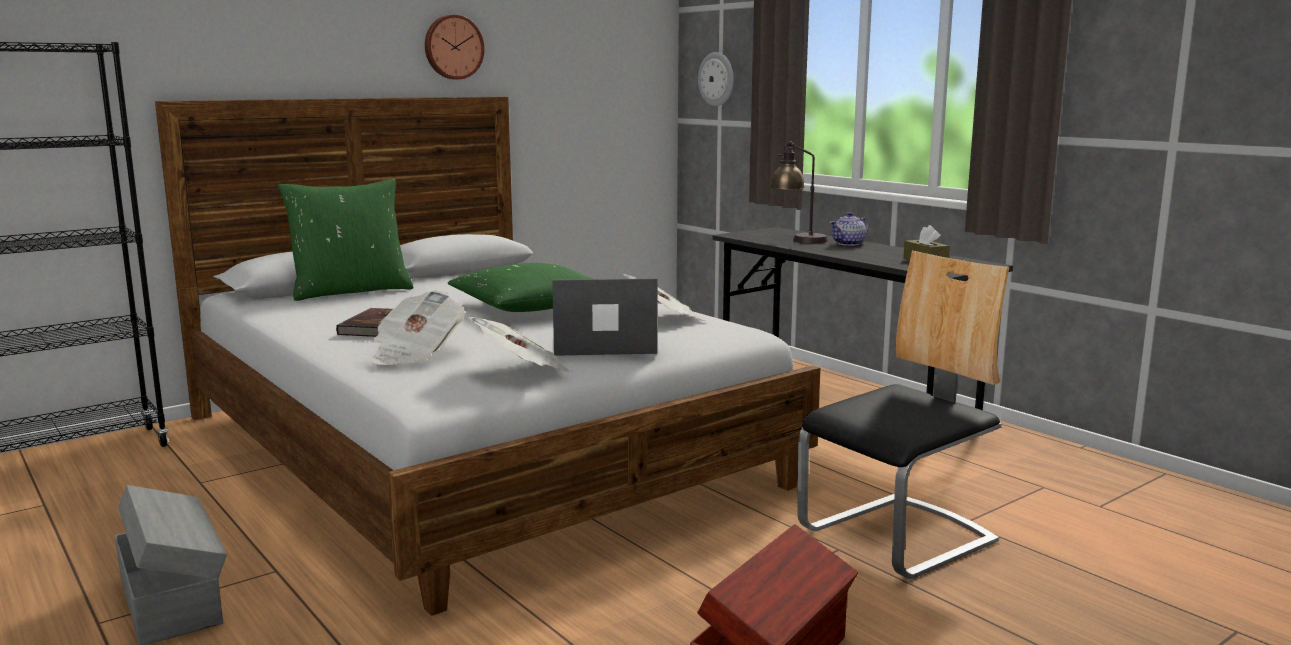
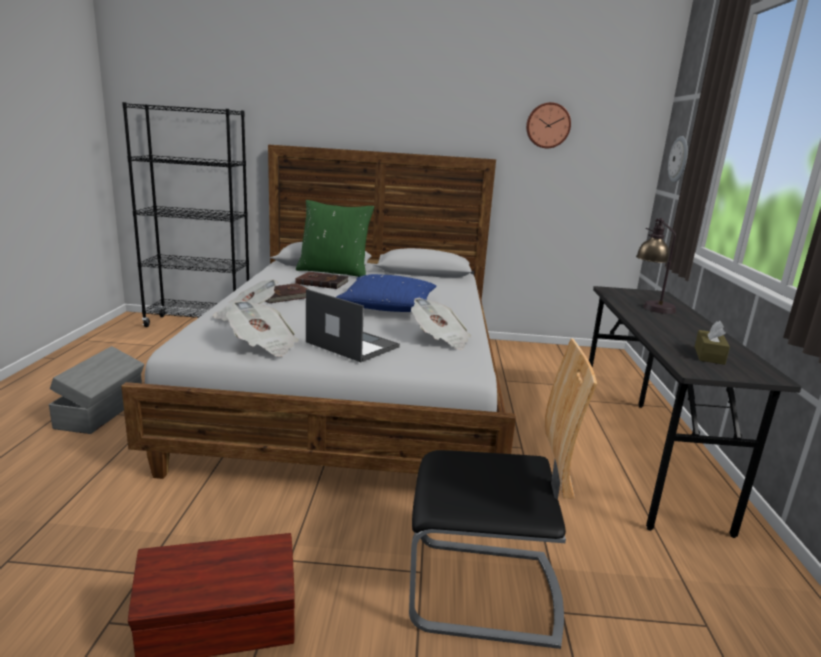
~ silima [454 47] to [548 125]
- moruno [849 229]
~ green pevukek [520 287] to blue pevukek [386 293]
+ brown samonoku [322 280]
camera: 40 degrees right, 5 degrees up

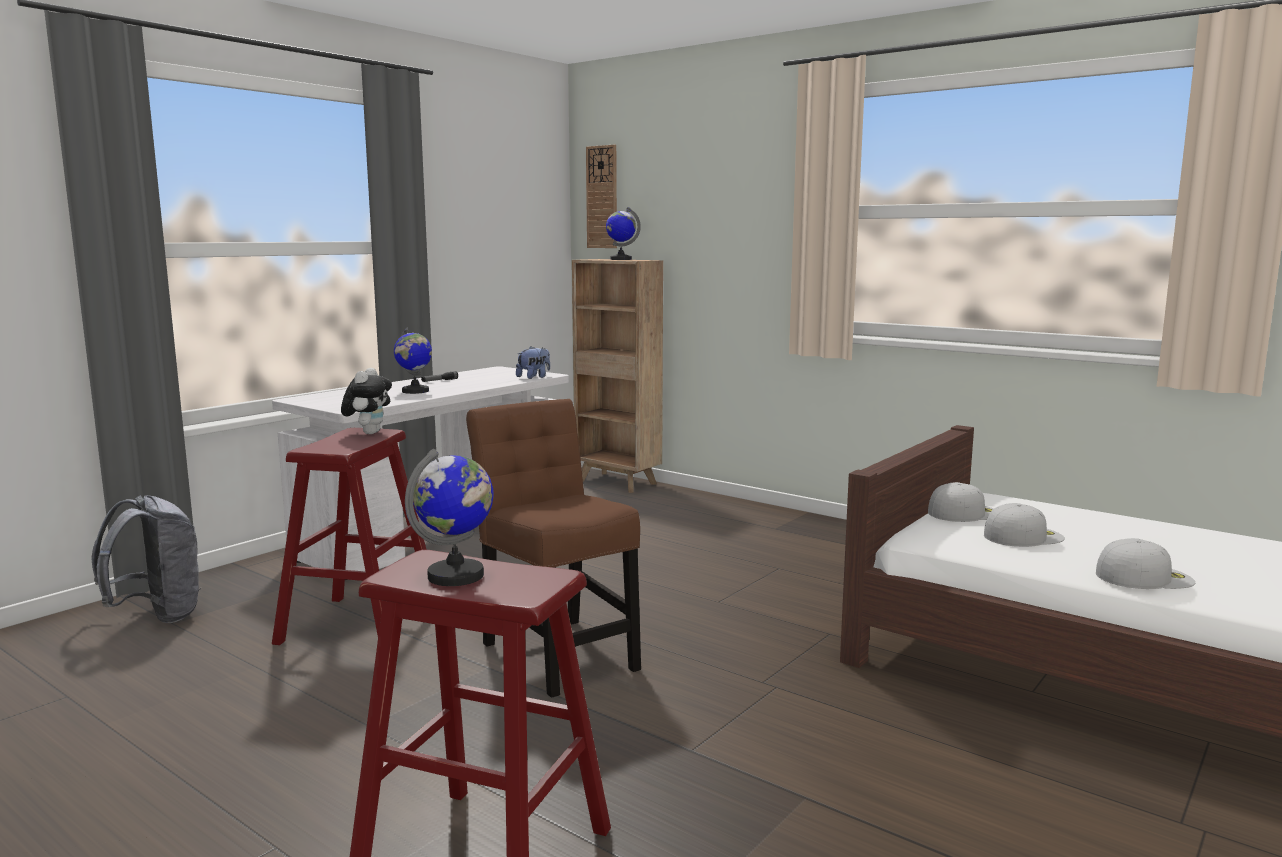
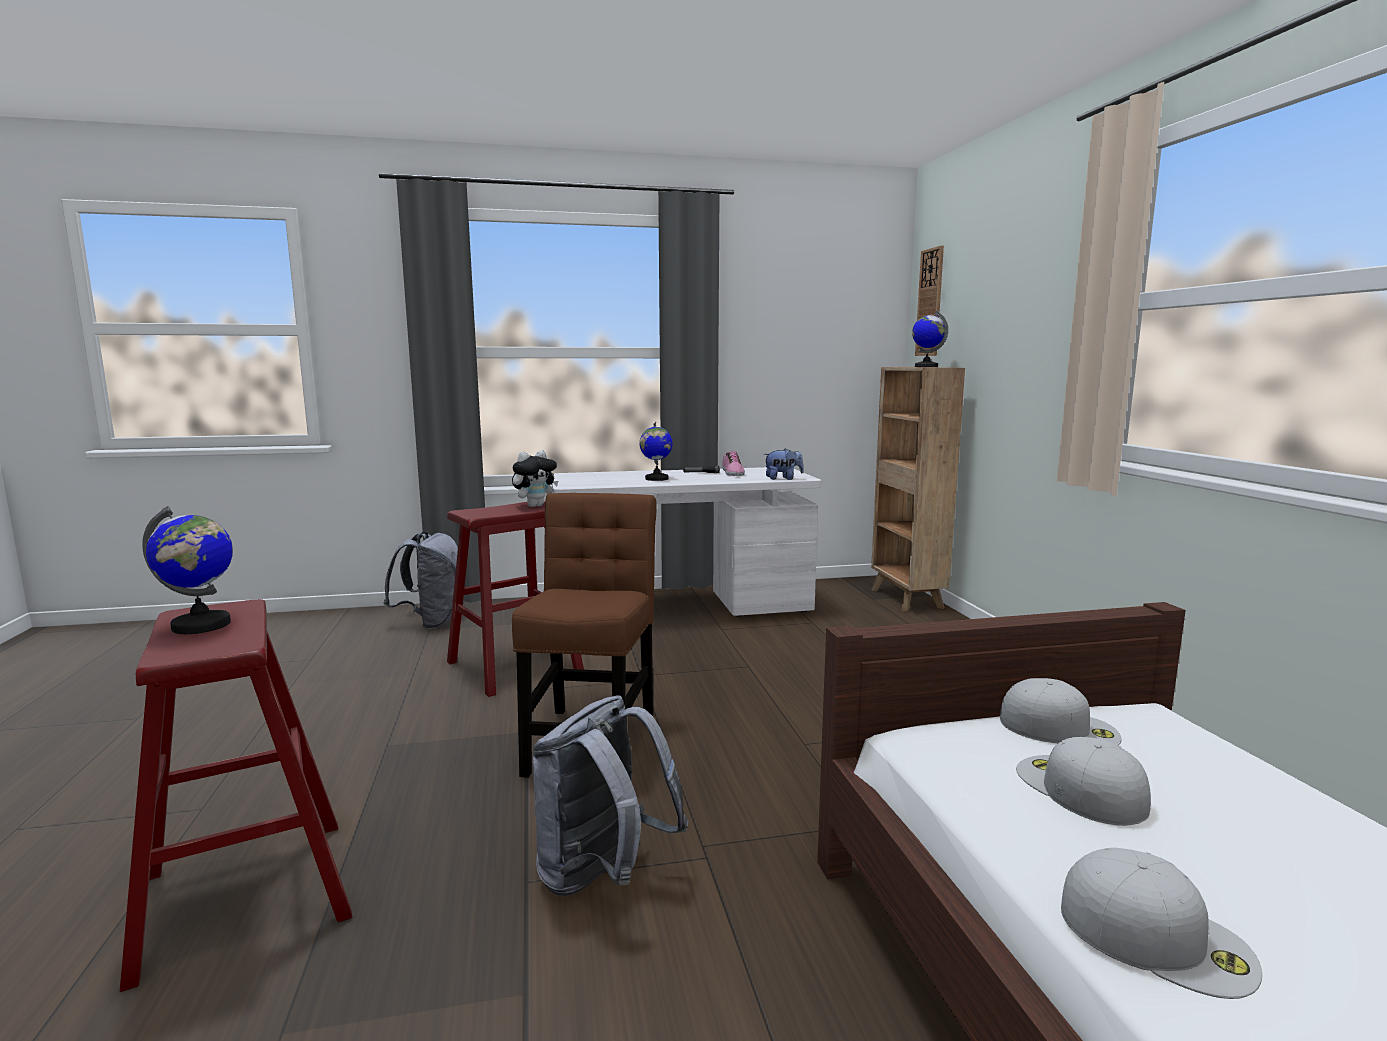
~ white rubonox [1024 525] = [1083 781] 135 degrees counterclockwise
+ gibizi [733 463]
+ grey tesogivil [610 795]
camera: 40 degrees right, 0 degrees up

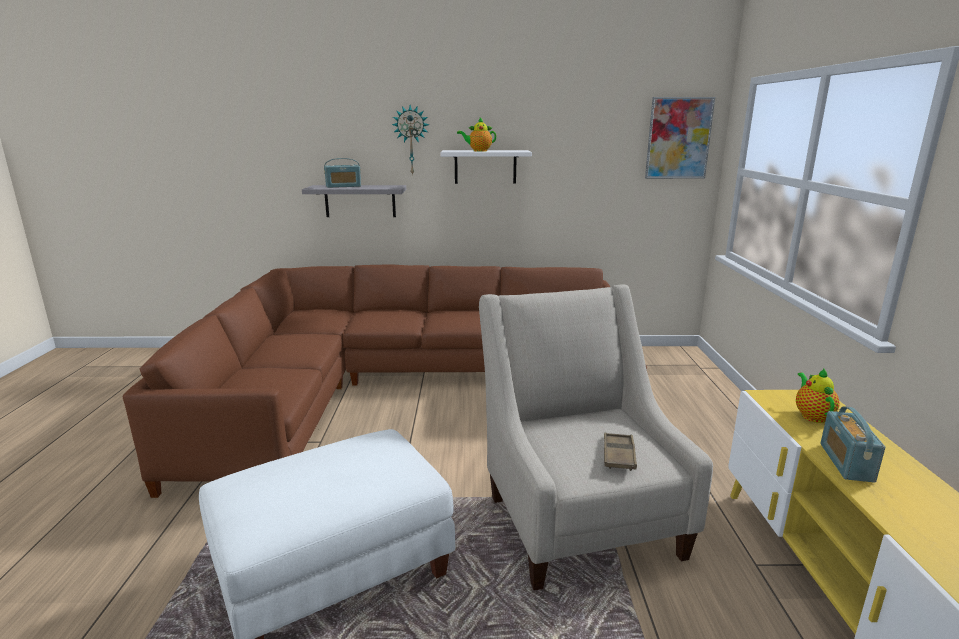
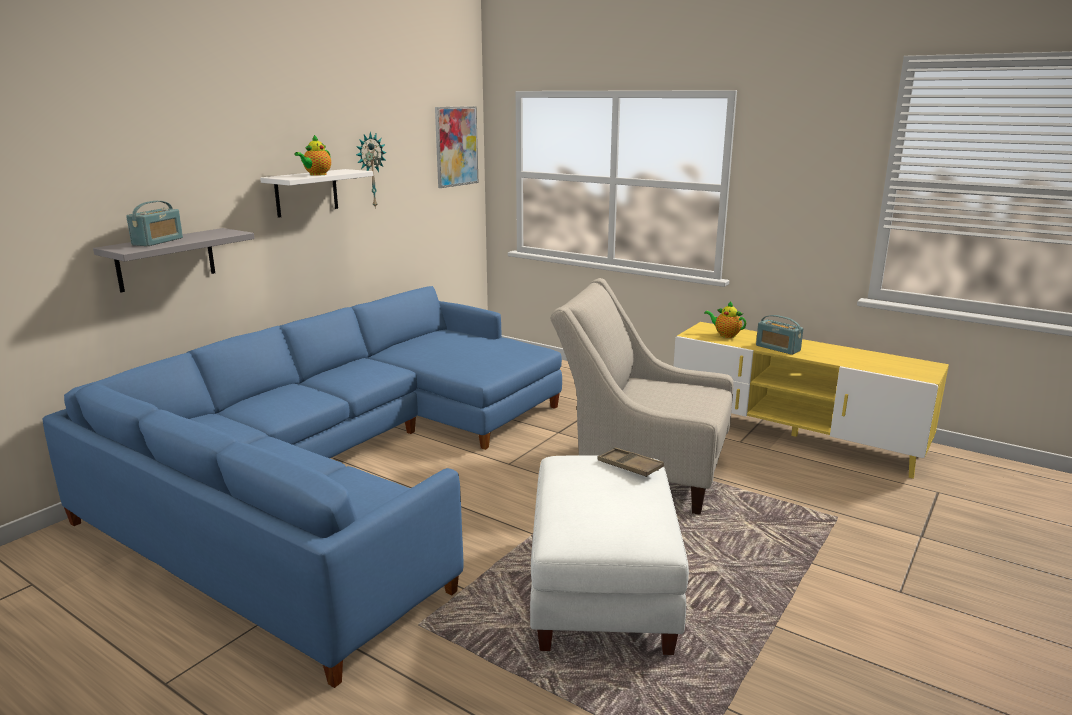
~ silima [410 140] to [371 170]
~ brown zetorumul [385 381] to blue zetorumul [302 487]
~ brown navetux [620 451] to [631 462]
camera: 55 degrees left, 0 degrees up

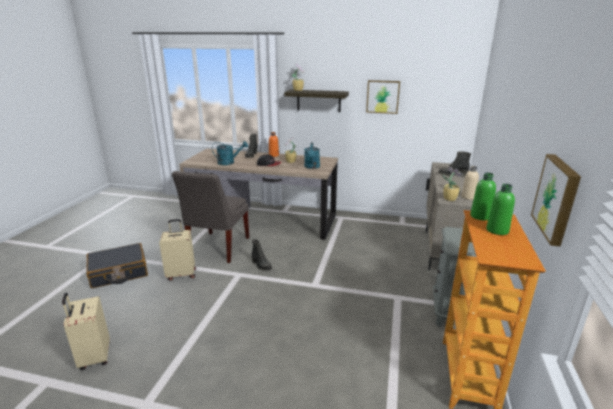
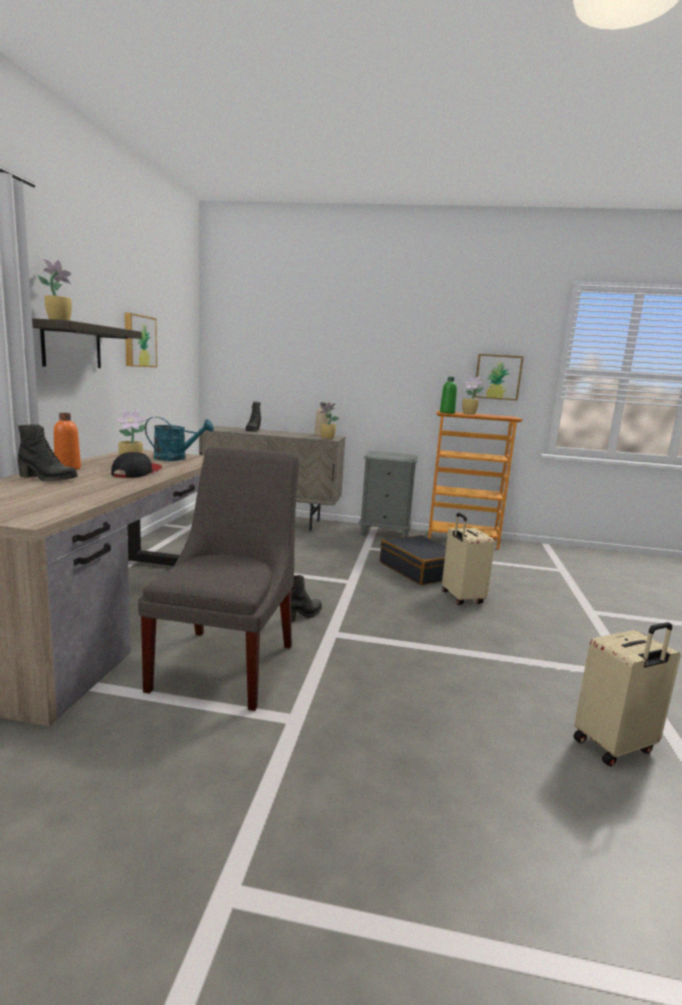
- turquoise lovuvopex [230 153]
~ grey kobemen [210 217] = [218 578] 90 degrees counterclockwise
~ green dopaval [500 209] to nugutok [472 395]
~ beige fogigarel [177 250] to [468 559]
~ black fogigarel [117 265] to [413 560]
camera: 95 degrees left, 10 degrees down

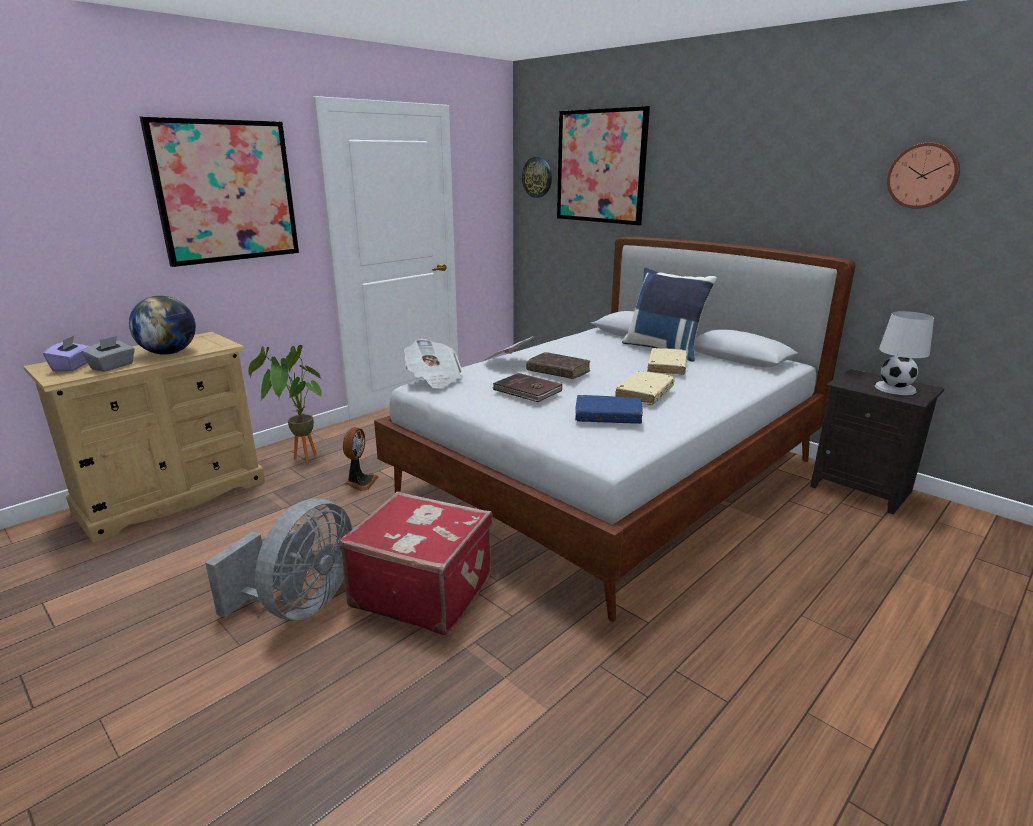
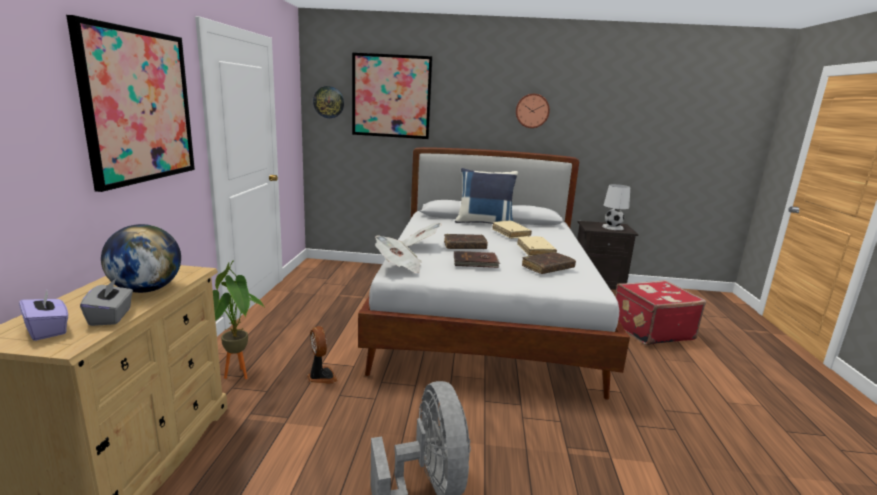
~ silima [923 176] to [533 111]
~ blue samonoku [609 409] to brown samonoku [549 263]
~ red fogigarel [416 563] to [660 312]
camera: 40 degrees left, 5 degrees down

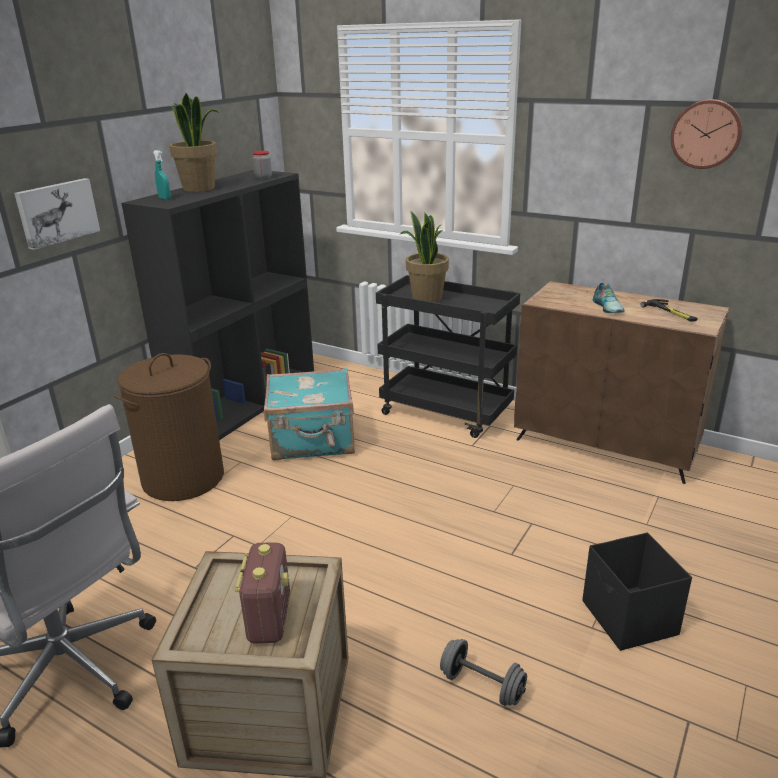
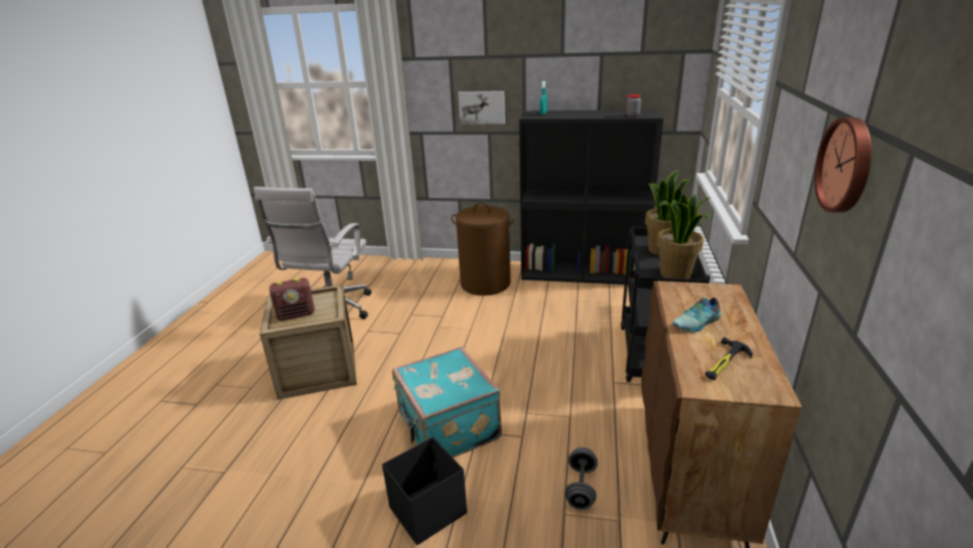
~ nugutok [194 142] to [683 236]
~ turquoise fogigarel [309 414] to [447 401]
~ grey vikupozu [483 672] to [581 478]
camera: 70 degrees right, 0 degrees up

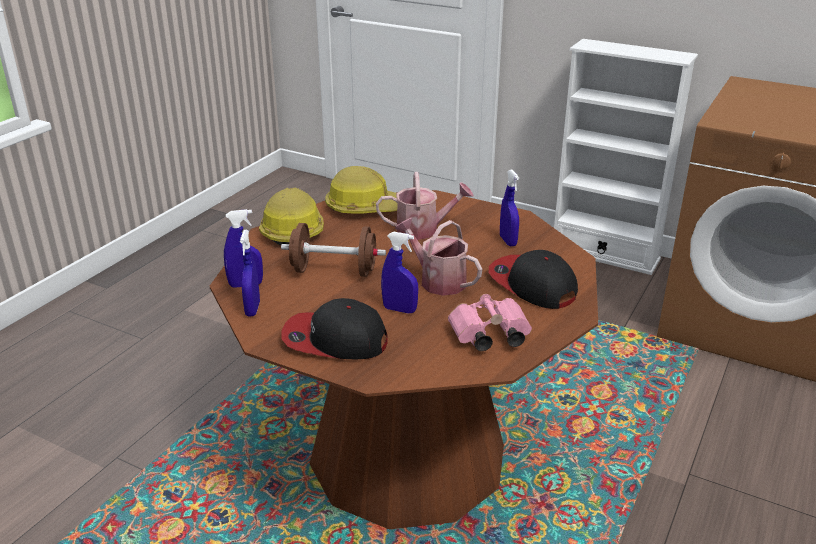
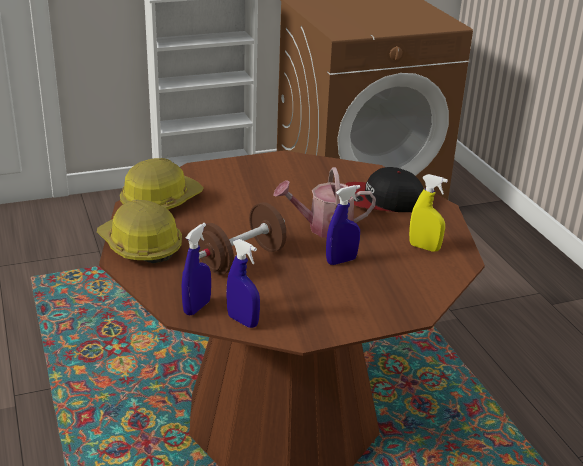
- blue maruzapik [509 208]
- lovuvopex [425 206]
~ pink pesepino [490 322] to yellow maruzapik [428 213]
- rubonox [334 328]
camera: 50 degrees left, 0 degrees up

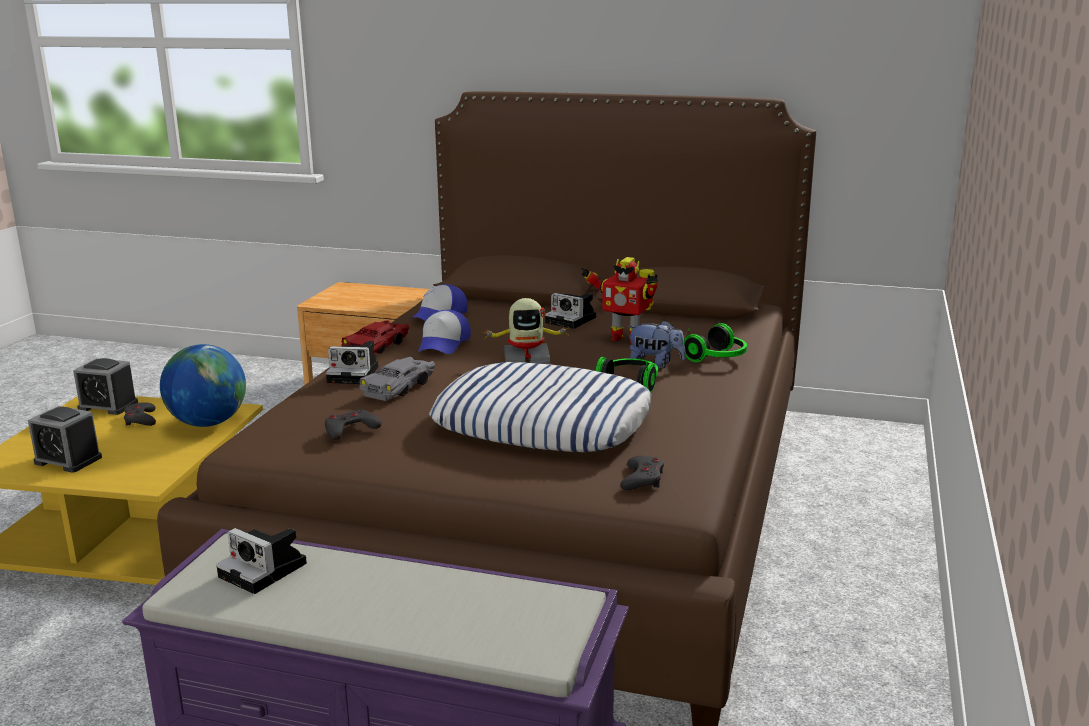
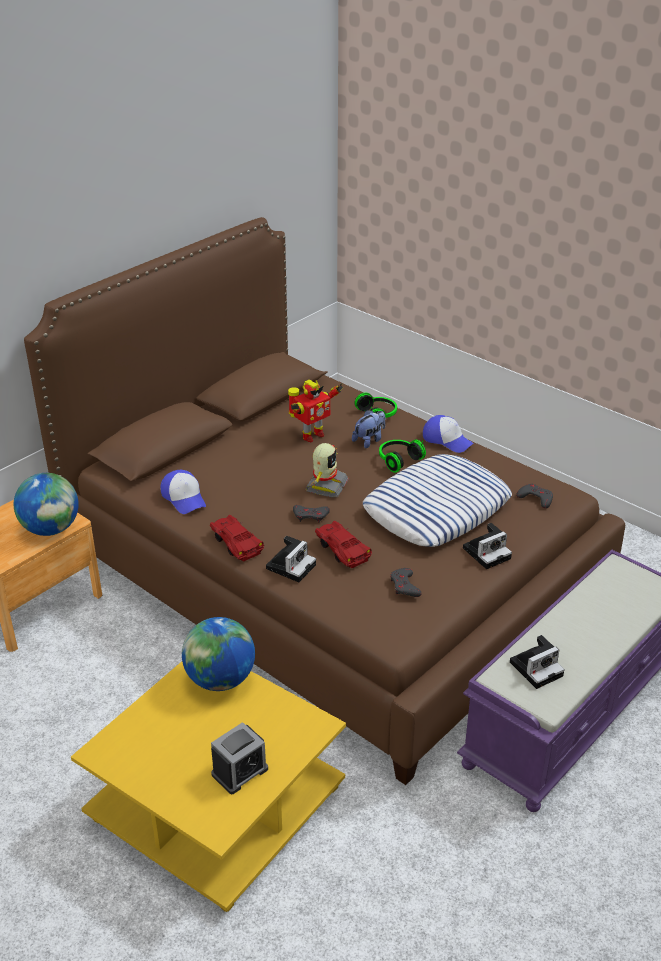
~ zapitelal [570 311] to [487 546]
~ rubonox [444 332] to [448 434]
~ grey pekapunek [397 379] to red pekapunek [343 544]
- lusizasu [105 386]
~ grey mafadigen [140 414] to [311 514]
+ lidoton [46 504]
camera: 65 degrees left, 15 degrees up

